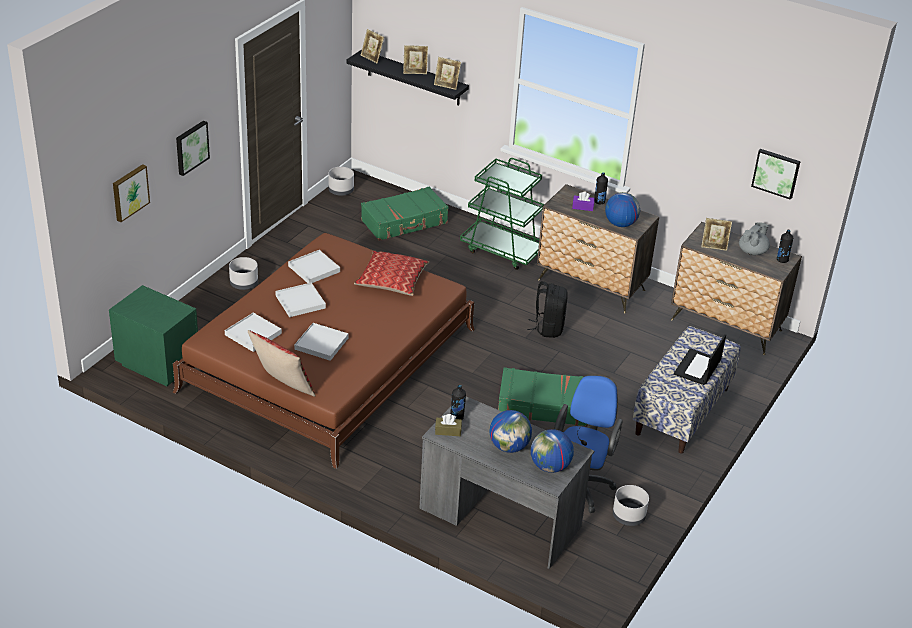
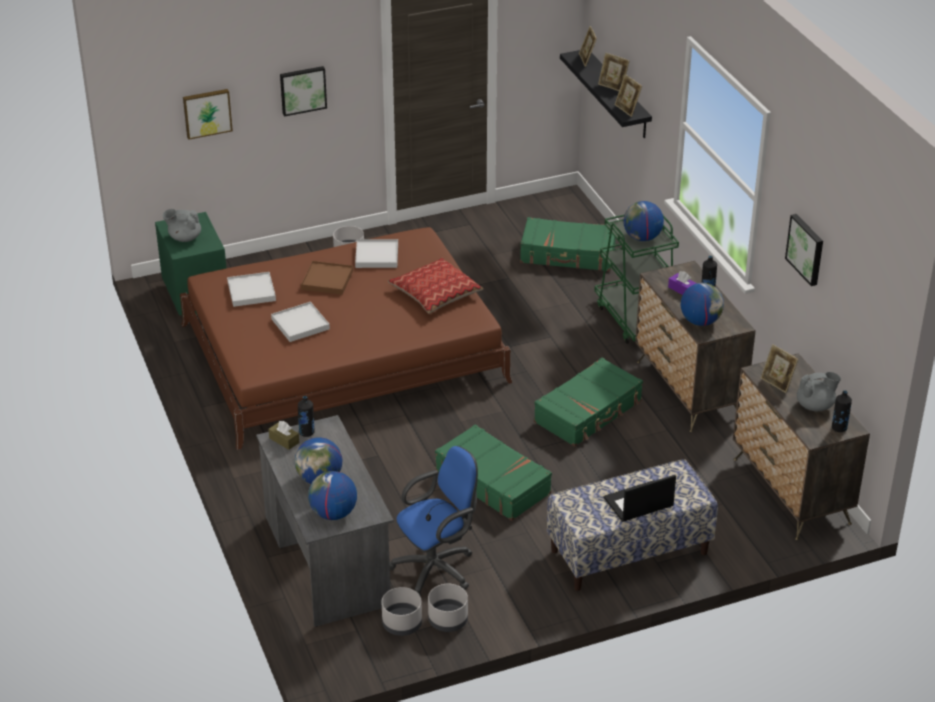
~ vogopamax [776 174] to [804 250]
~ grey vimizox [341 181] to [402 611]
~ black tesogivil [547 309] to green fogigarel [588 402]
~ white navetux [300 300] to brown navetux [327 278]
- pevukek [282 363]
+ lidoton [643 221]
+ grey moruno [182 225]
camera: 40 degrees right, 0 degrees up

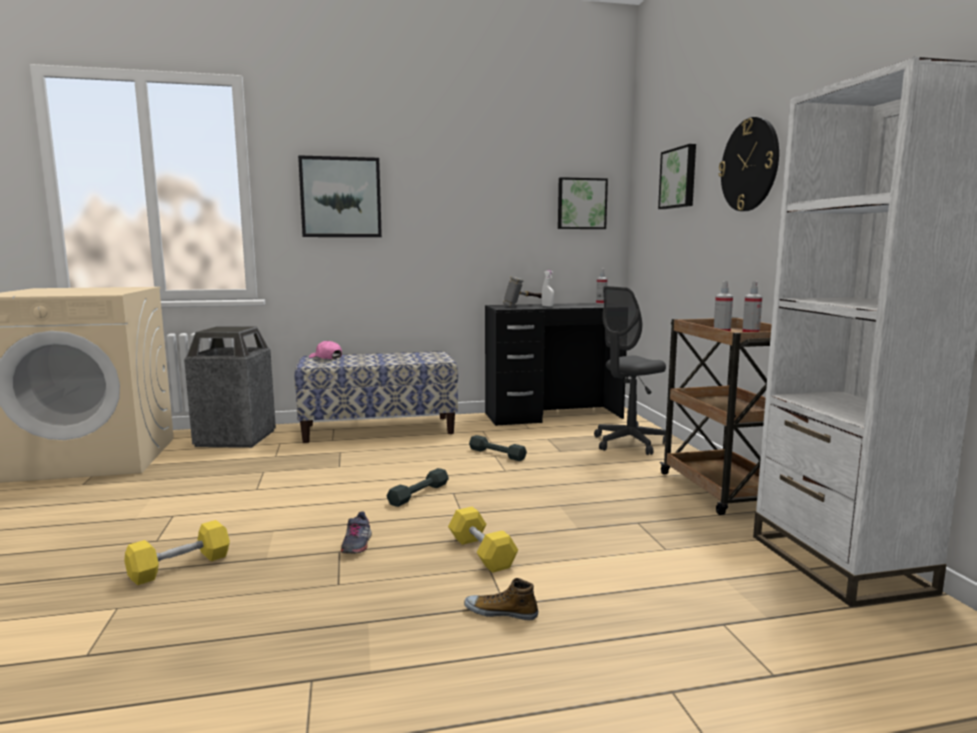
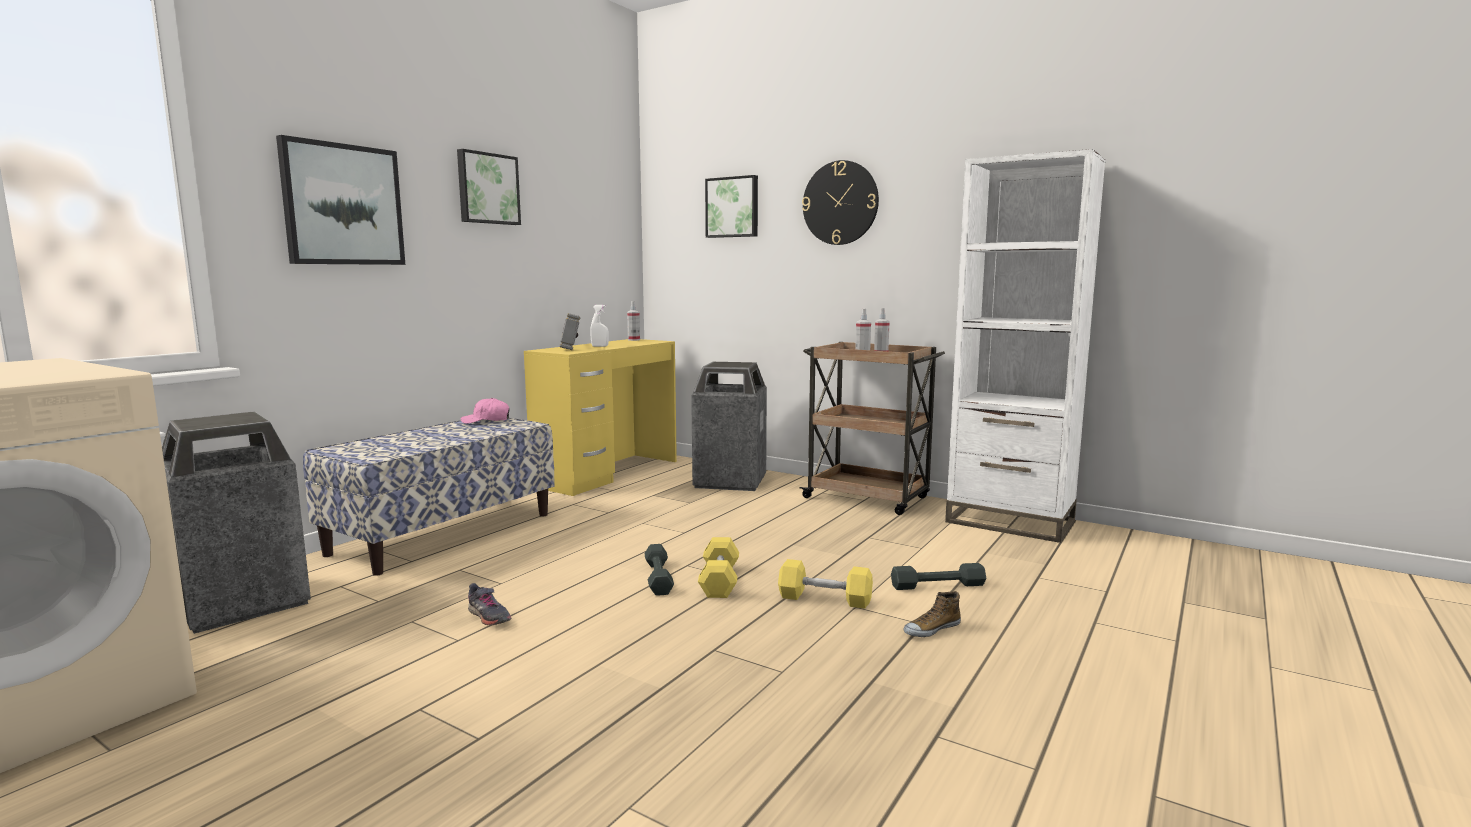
~ vogopamax [583 203] to [489 187]
~ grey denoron [630 370] to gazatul [729 426]
~ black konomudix [556 364] to yellow konomudix [600 417]
~ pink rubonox [325 349] to [485 411]
~ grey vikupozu [498 448] to [938 576]
~ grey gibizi [356 532] to [489 604]
~ yellow vikupozu [177 552] to [718 567]
camera: 45 degrees left, 0 degrees up

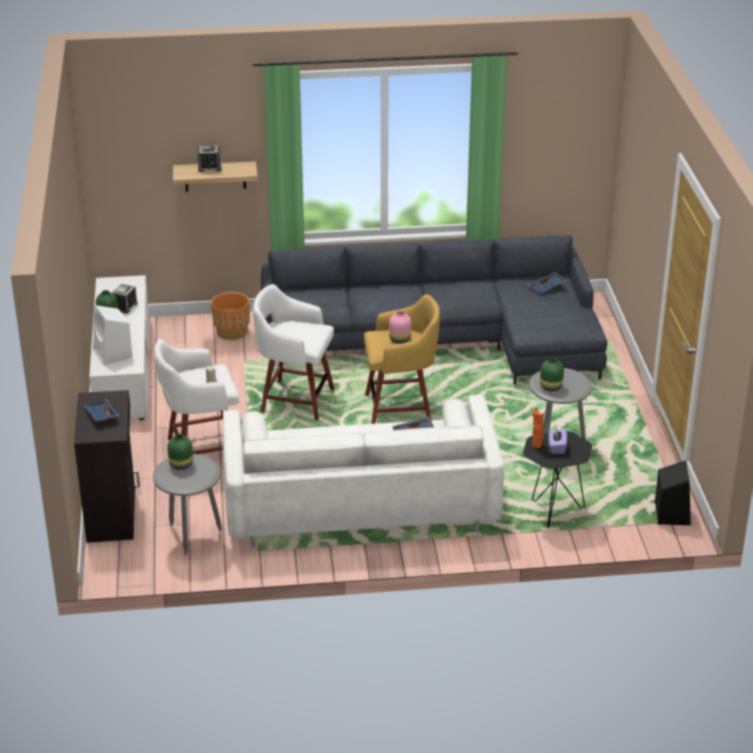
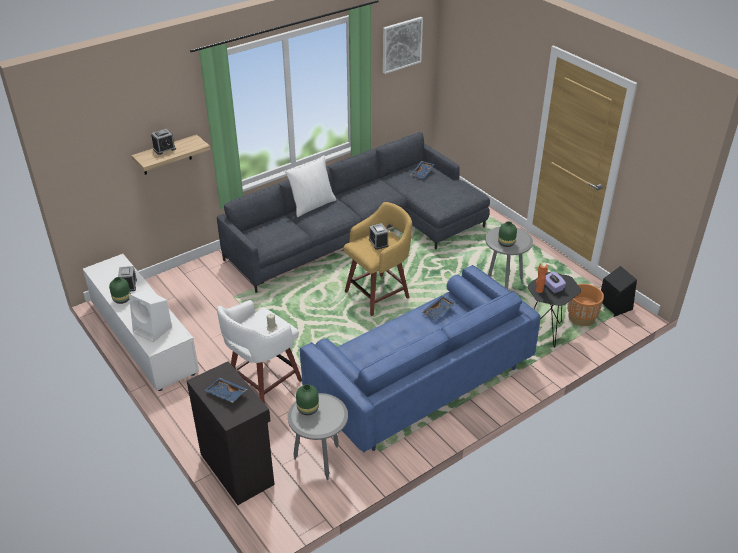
- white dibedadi [294 352]
~ orange vimizox [230 316] to [585 305]
~ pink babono [400 327] to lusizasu [378 236]
~ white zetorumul [363 471] to blue zetorumul [420 359]
+ vogopamax [403 45]
+ white pevukek [310 186]
camera: 30 degrees left, 5 degrees up

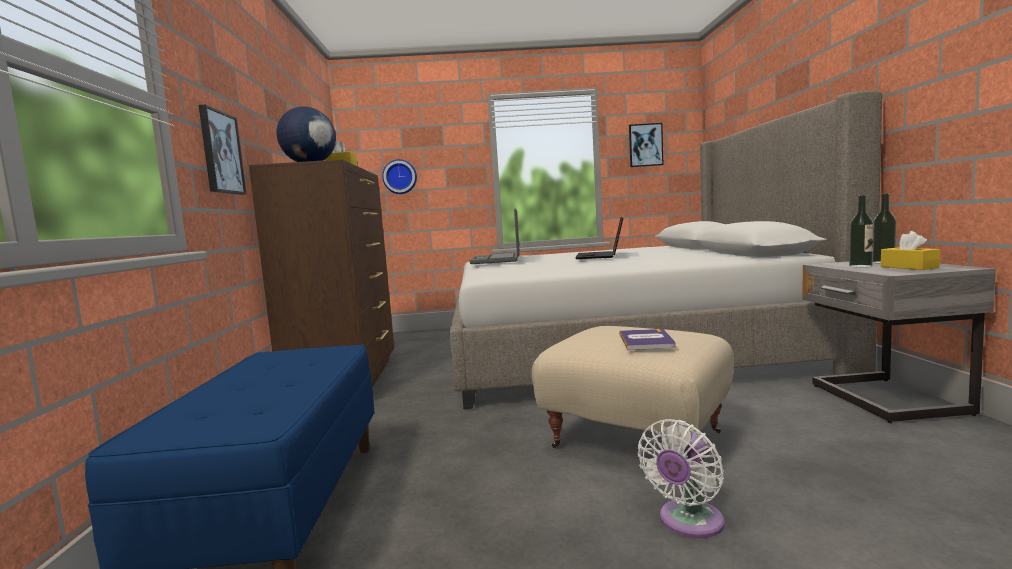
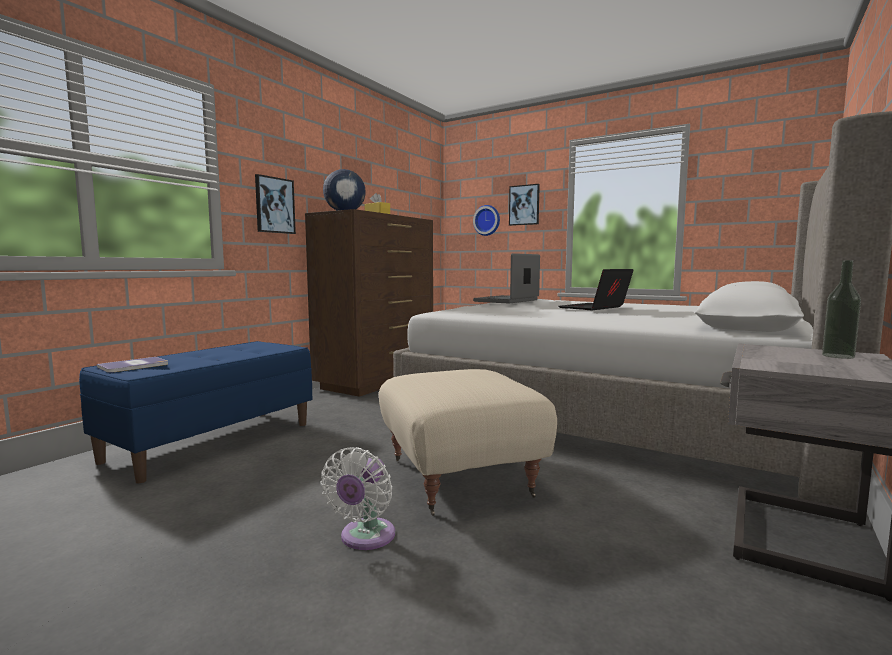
~ vogopamax [646 145] to [524 205]
- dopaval [861 231]
- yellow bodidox [910 250]
~ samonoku [647 339] to [132 365]
~ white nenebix [681 478] = [357 498] 60 degrees counterclockwise
camera: 35 degrees right, 0 degrees up

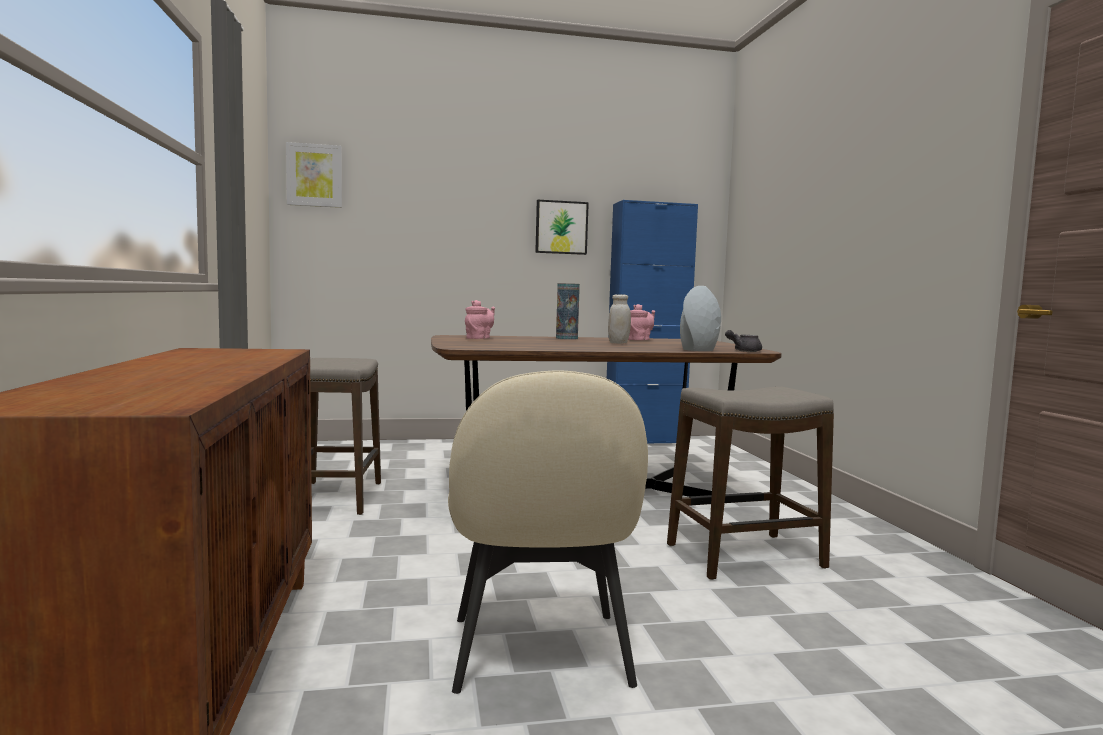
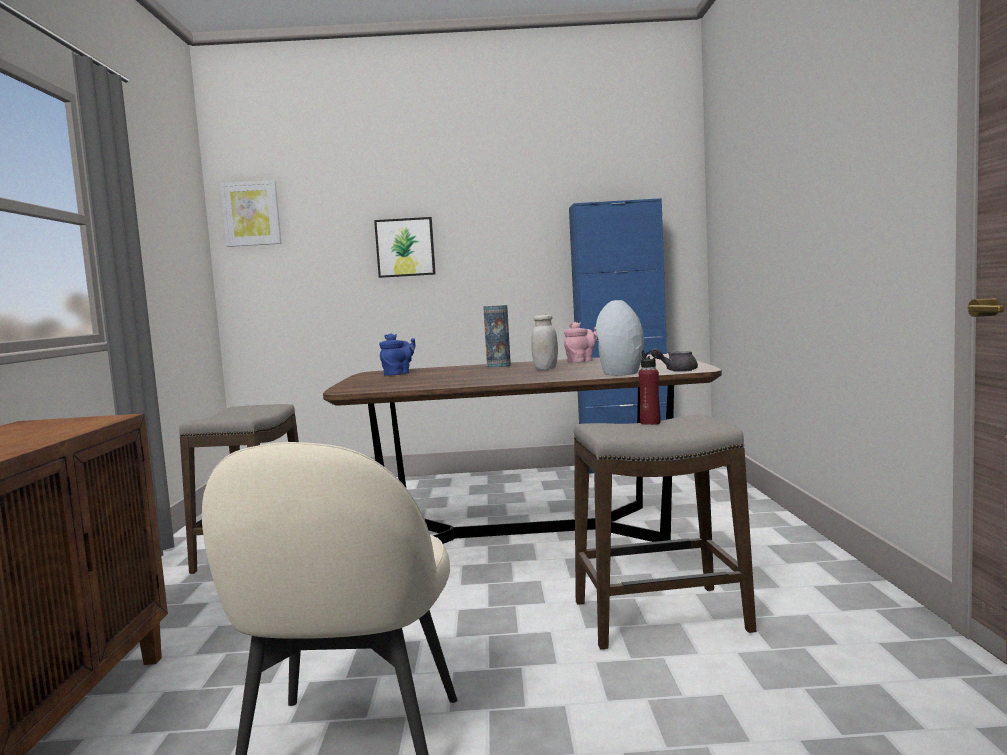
~ vogopamax [562 227] to [405 247]
~ pink moruno [480 319] to blue moruno [397 354]
+ red dopaval [650 387]
camera: 10 degrees right, 0 degrees up

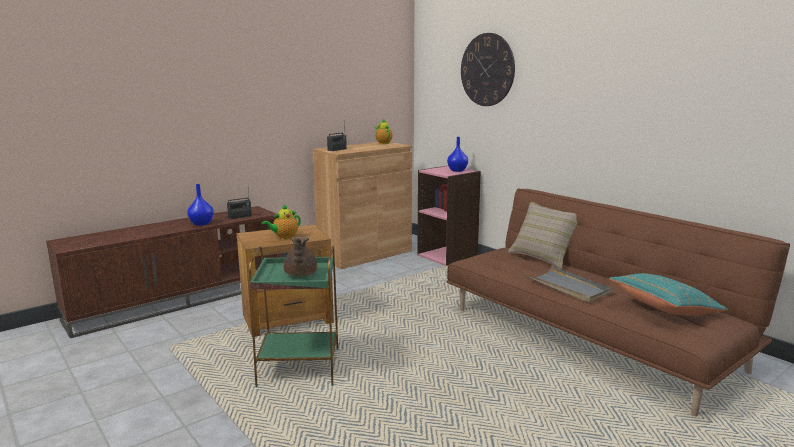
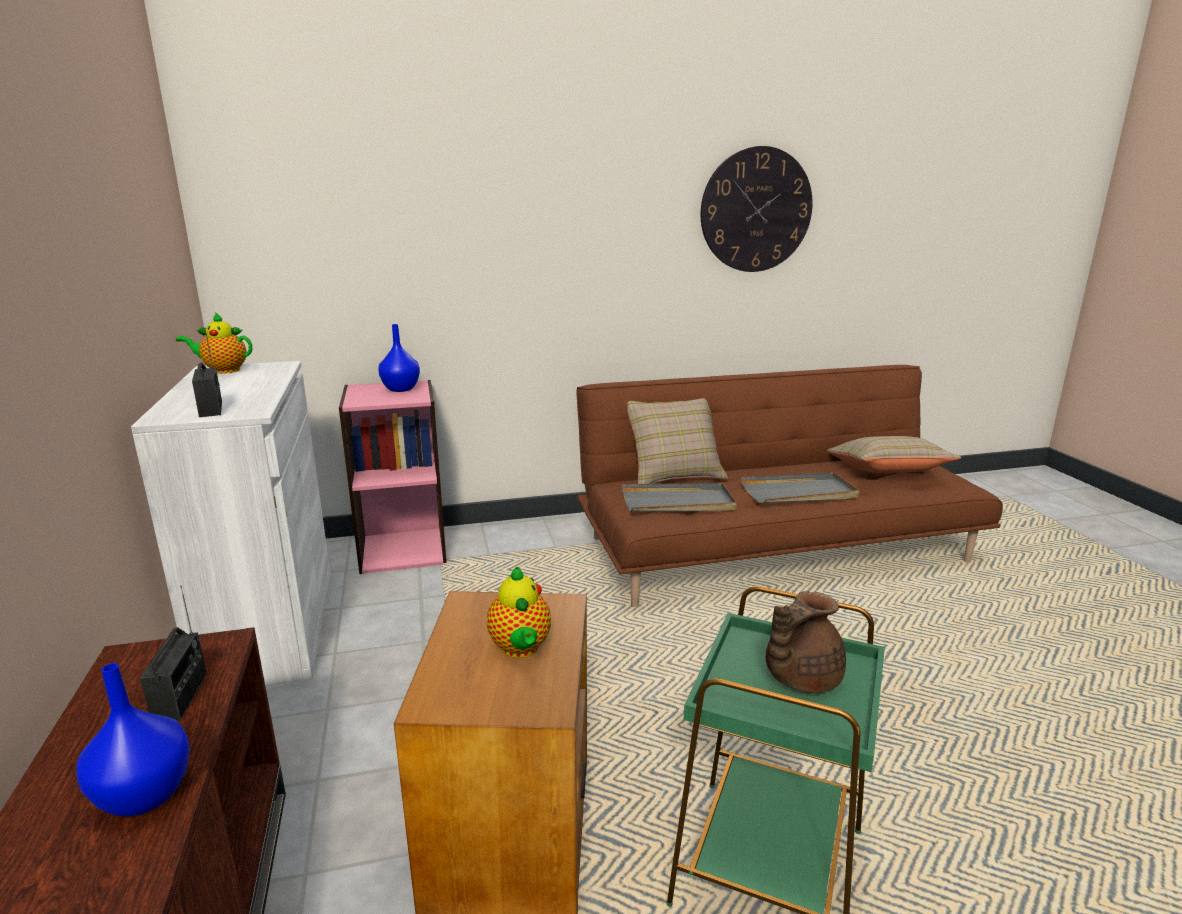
~ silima [488 69] to [756 209]
~ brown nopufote [362 205] to white nopufote [230 523]
~ brown moruno [300 256] = [806 642] 120 degrees clockwise
~ turquoise pevukek [668 294] to beige pevukek [894 454]
+ grey navetux [679 497]
camera: 65 degrees left, 5 degrees up

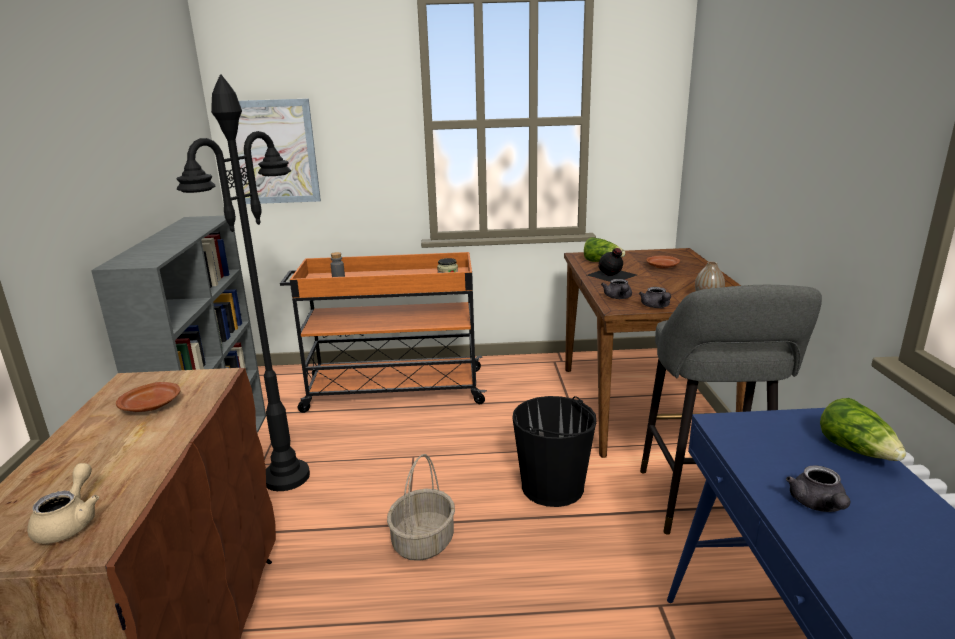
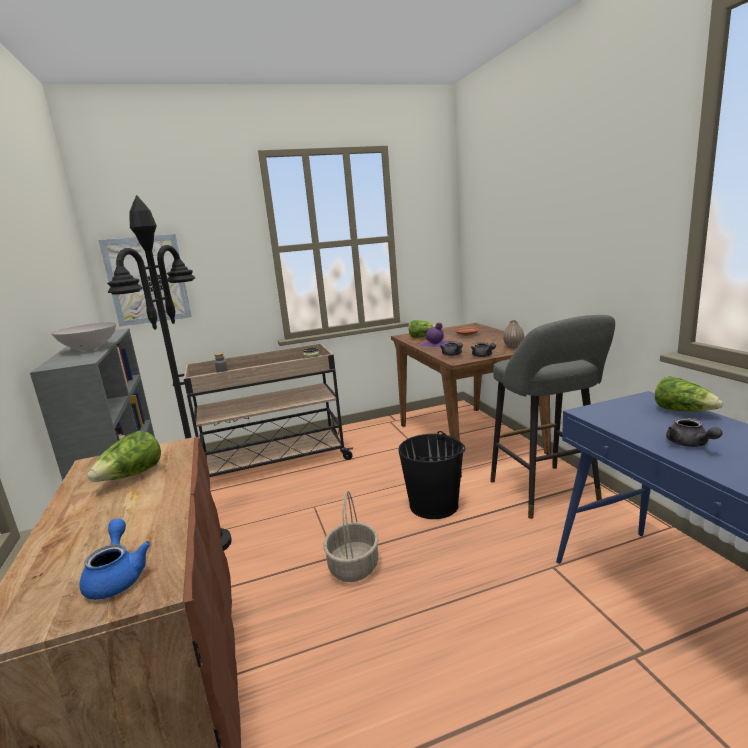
~ black dopaval [612 265] to purple dopaval [436 335]
~ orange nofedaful [383 332] to beige nofedaful [263 410]
~ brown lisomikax [148 397] to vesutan [124 456]
~ beige moruno [63 503] to blue moruno [115 559]
+ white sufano [83 336]
camera: 15 degrees left, 5 degrees down

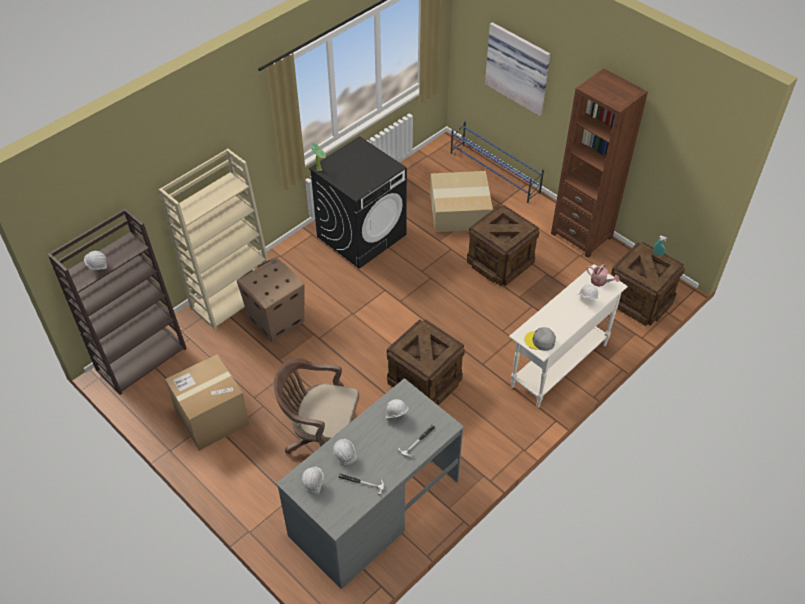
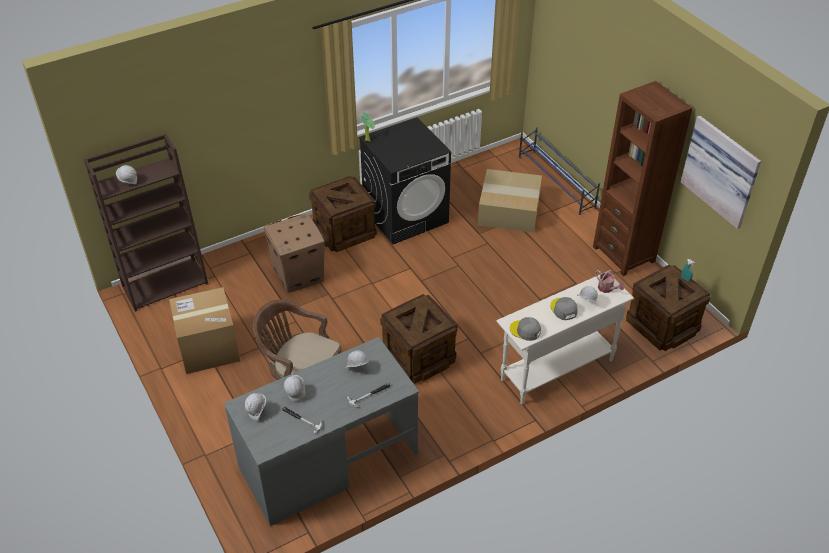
~ vogopamax [517 69] to [721 172]
- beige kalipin [213 239]
~ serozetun [503 245] to [343 214]
+ grey rubonox [564 308]
camera: 15 degrees right, 5 degrees down

